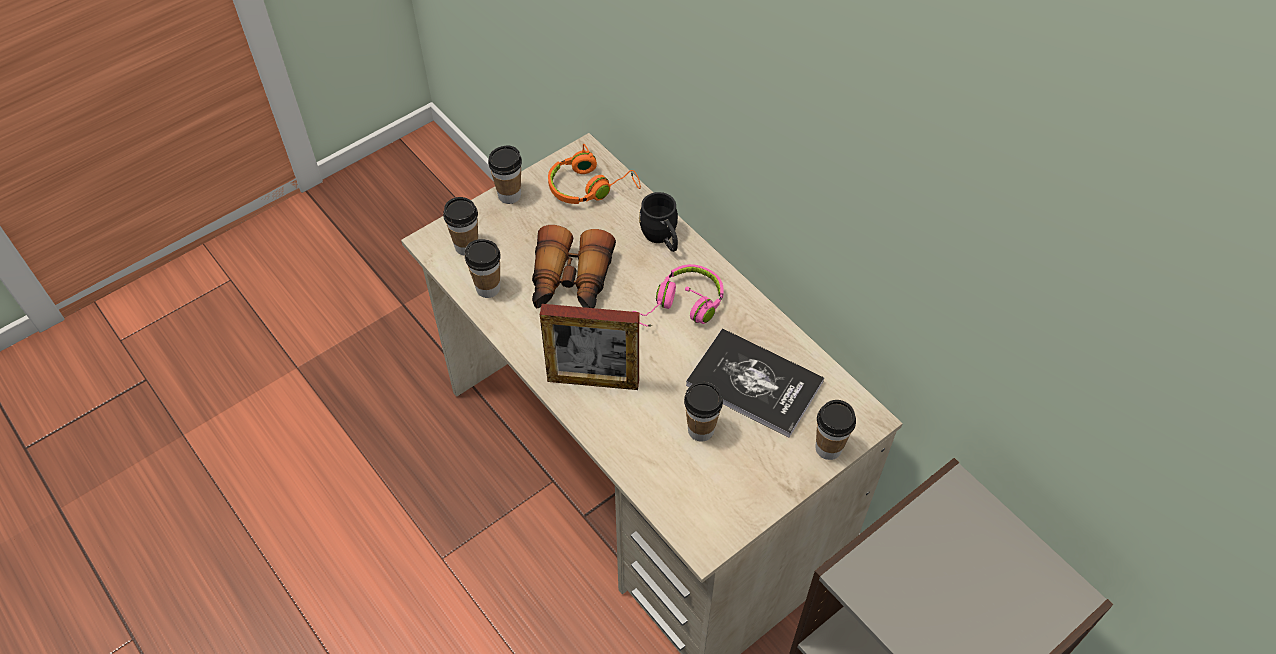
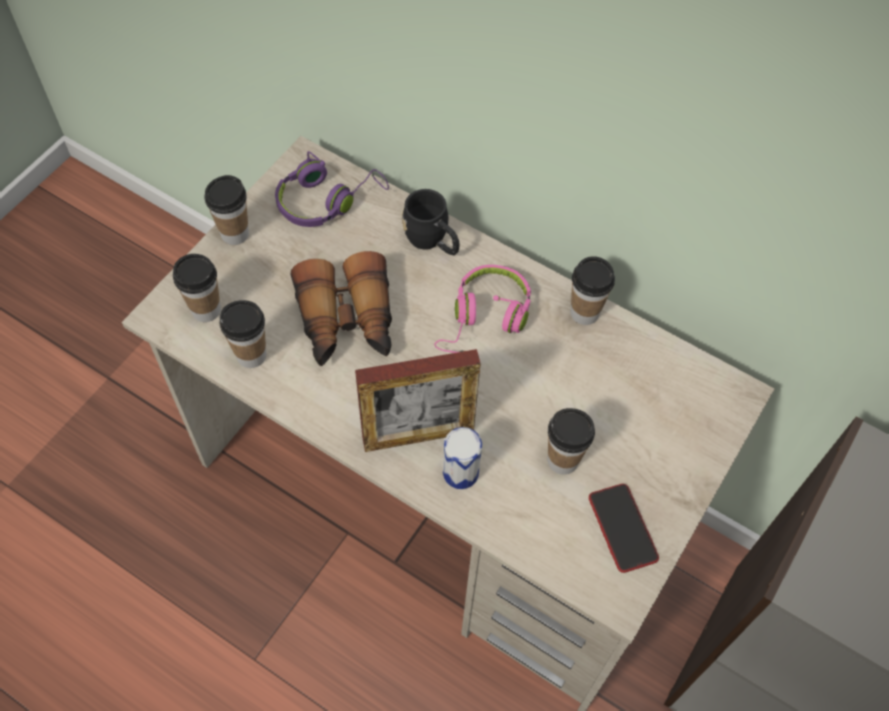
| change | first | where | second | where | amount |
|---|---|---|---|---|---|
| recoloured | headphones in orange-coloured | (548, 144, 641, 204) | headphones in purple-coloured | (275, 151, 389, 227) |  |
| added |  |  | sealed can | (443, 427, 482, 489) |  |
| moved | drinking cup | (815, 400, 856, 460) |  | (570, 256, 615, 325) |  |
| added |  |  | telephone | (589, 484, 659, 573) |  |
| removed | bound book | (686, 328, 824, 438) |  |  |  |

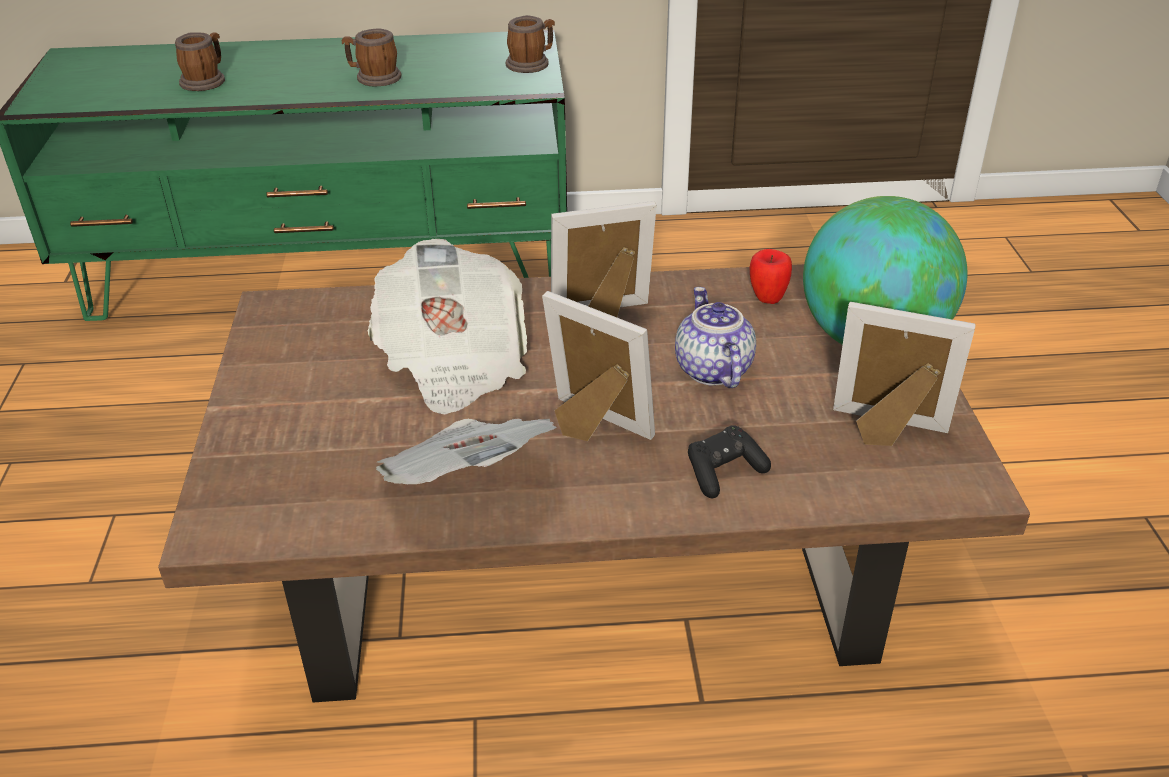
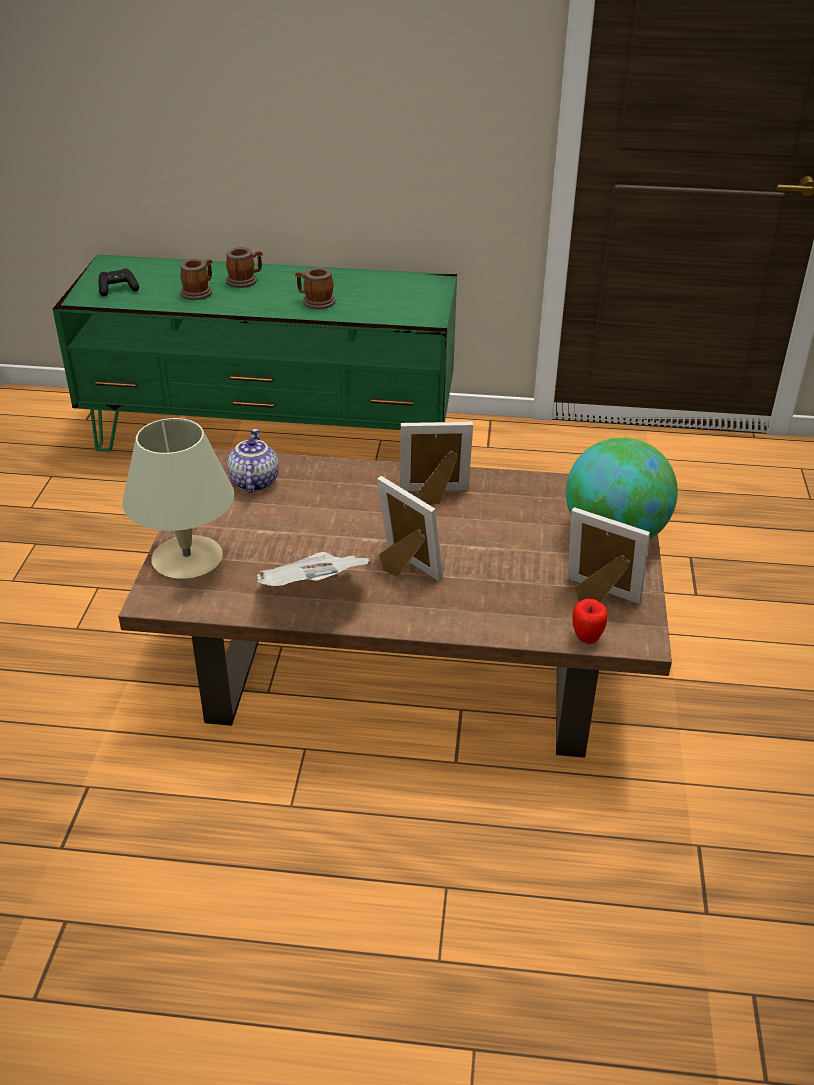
| change | first | where | second | where | amount |
|---|---|---|---|---|---|
| moved | joypad in black-coloured | (688, 425, 771, 498) |  | (99, 268, 139, 296) |  |
| added |  |  | tabletop lamp in sand-coloured | (123, 418, 234, 581) |  |
| moved | coffee mug | (506, 15, 555, 73) |  | (226, 247, 263, 288) |  |
| moved | teapot | (675, 287, 756, 388) |  | (227, 429, 279, 493) |  |
| moved | apple fruit | (750, 249, 792, 304) |  | (572, 599, 608, 644) |  |
| removed | printed paper | (367, 239, 527, 415) |  |  |  |

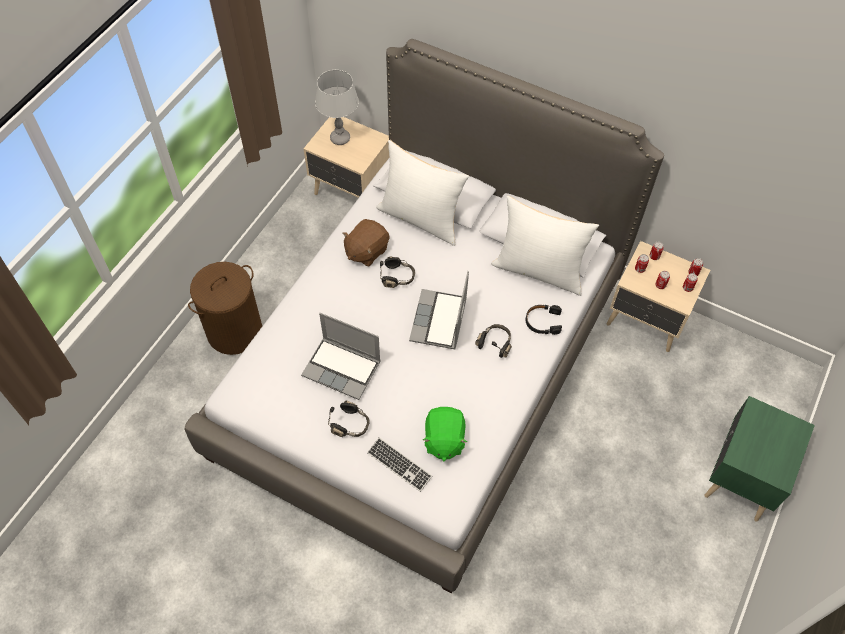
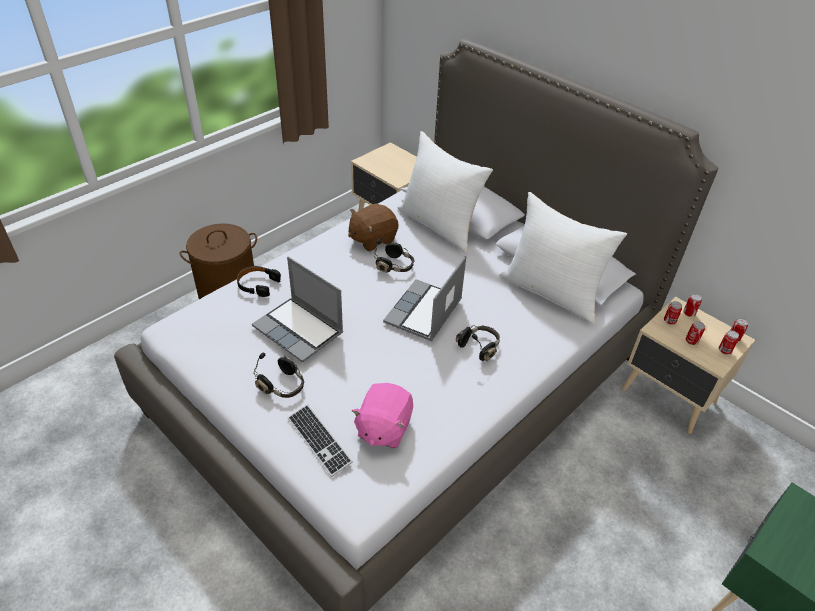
| change | first | where | second | where | amount |
|---|---|---|---|---|---|
| moved | headphones in black-coloured | (526, 305, 562, 335) |  | (237, 266, 281, 297) |  |
| recoloured | cuddly toy in green | (423, 407, 467, 461) | cuddly toy in pink-coloured | (352, 383, 413, 448) |  |
| removed | tabletop lamp in greyish | (315, 70, 359, 145) |  |  |  |

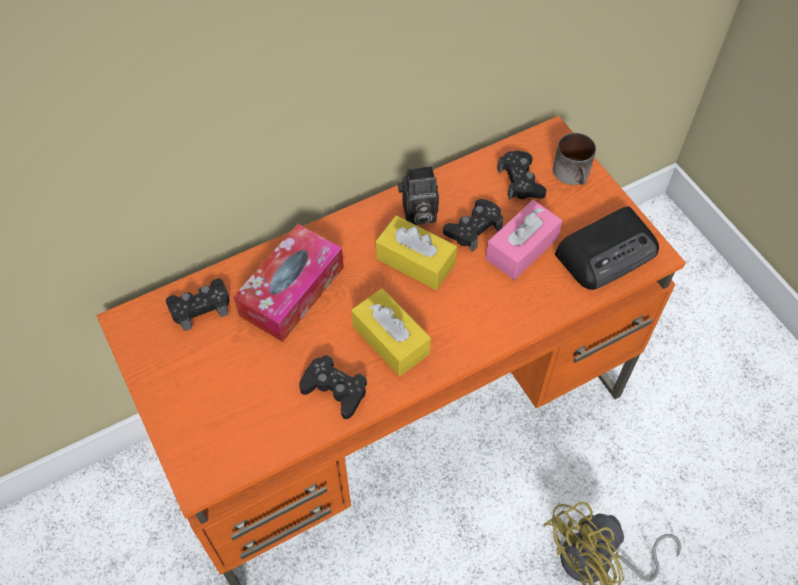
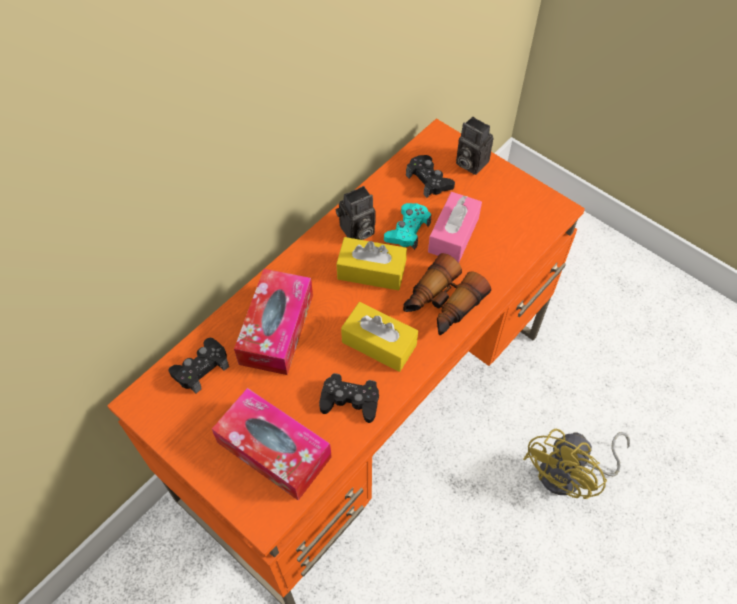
| change | first | where | second | where | amount |
|---|---|---|---|---|---|
| added |  |  | tissue box | (212, 388, 332, 500) |  |
| recoloured | joypad in black-coloured | (443, 199, 503, 252) | joypad in turquoise-coloured | (384, 203, 431, 250) |  |
| added |  |  | pair of binoculars | (403, 253, 491, 335) |  |
| replaced | coffee mug | (553, 133, 596, 185) | photo camera | (456, 117, 493, 175) |  |
| removed | radio receiver | (555, 207, 659, 290) |  |  |  |

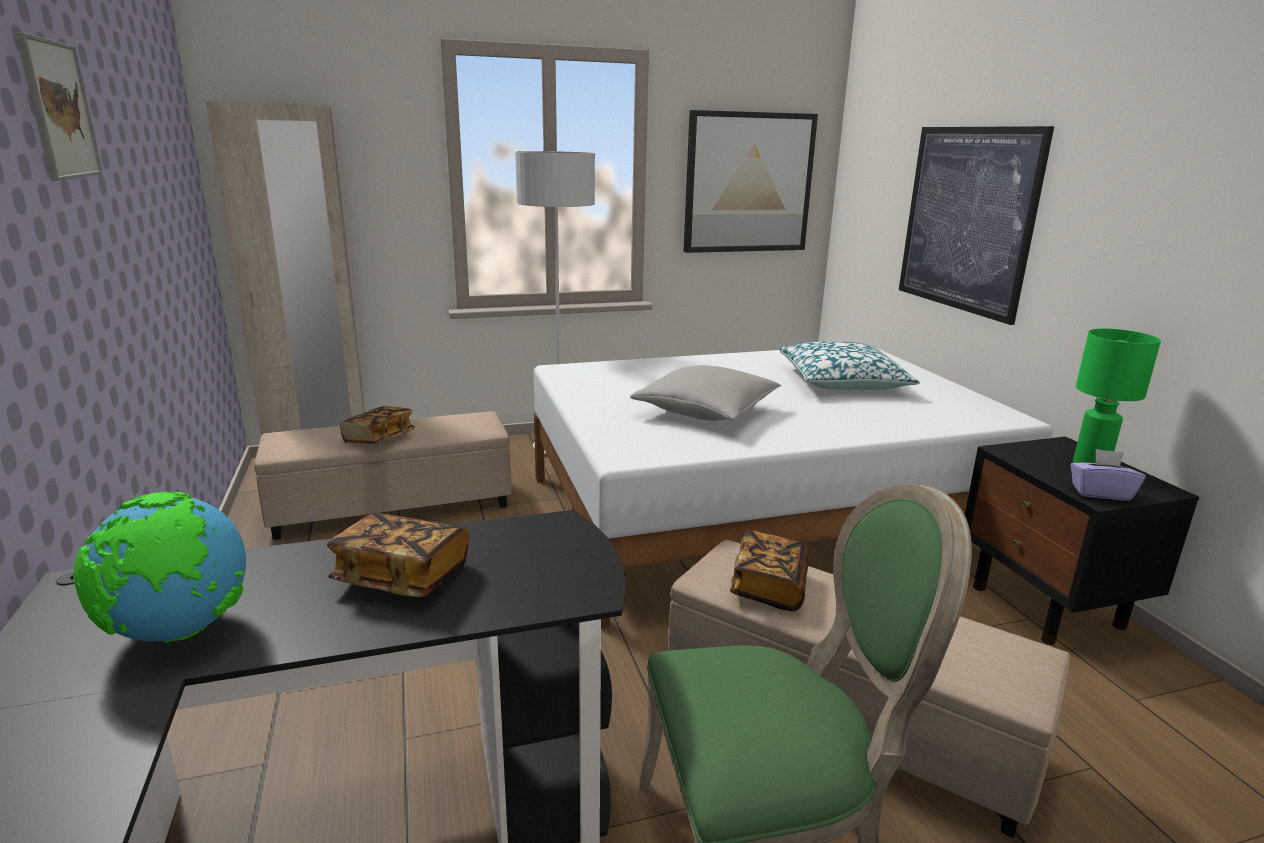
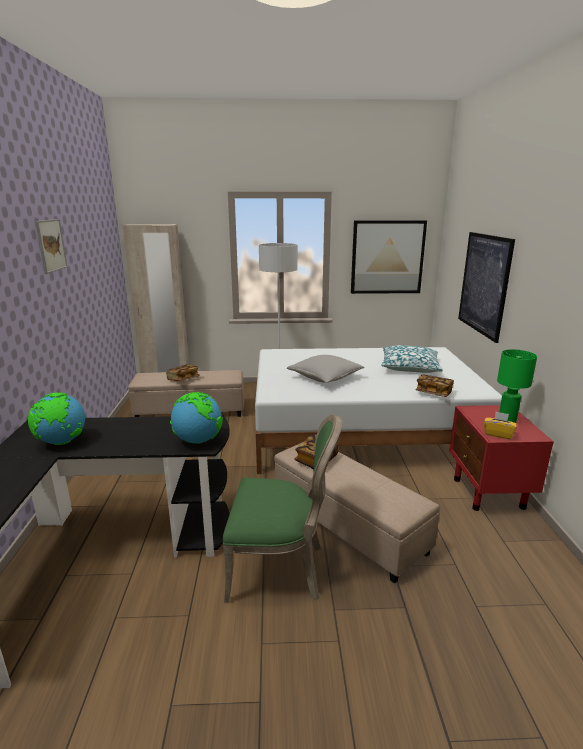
| change | first | where | second | where | amount |
|---|---|---|---|---|---|
| added |  |  | world globe | (170, 392, 223, 444) |  |
| moved | bound book | (327, 513, 469, 597) |  | (415, 375, 454, 397) |  |
| recoloured | night table in black-coloured | (965, 437, 1199, 645) | night table in reddish | (449, 405, 554, 511) |  |
| recoloured | tissue box in purple-coloured | (1070, 449, 1146, 501) | tissue box in yellowish | (484, 411, 516, 439) |  |

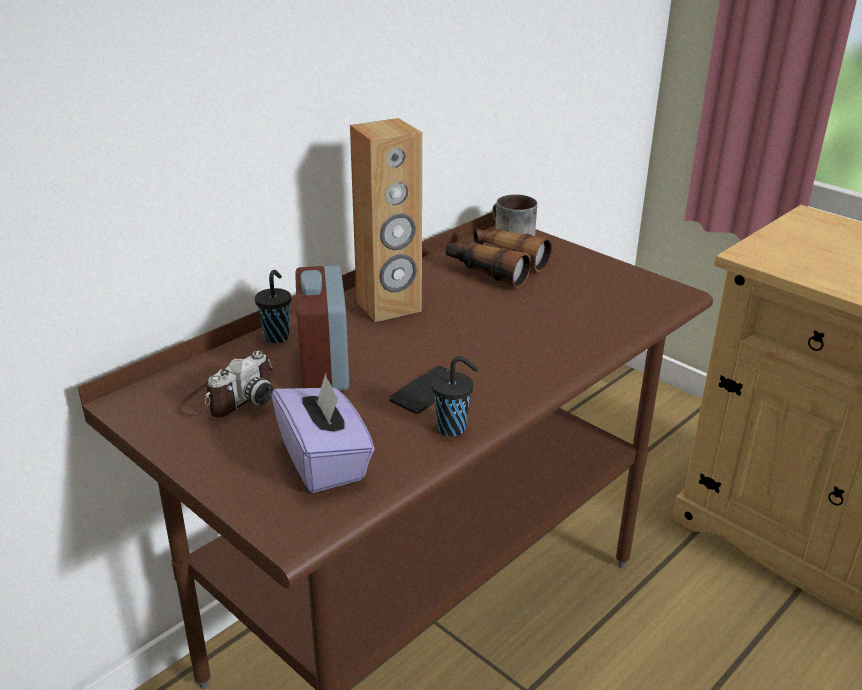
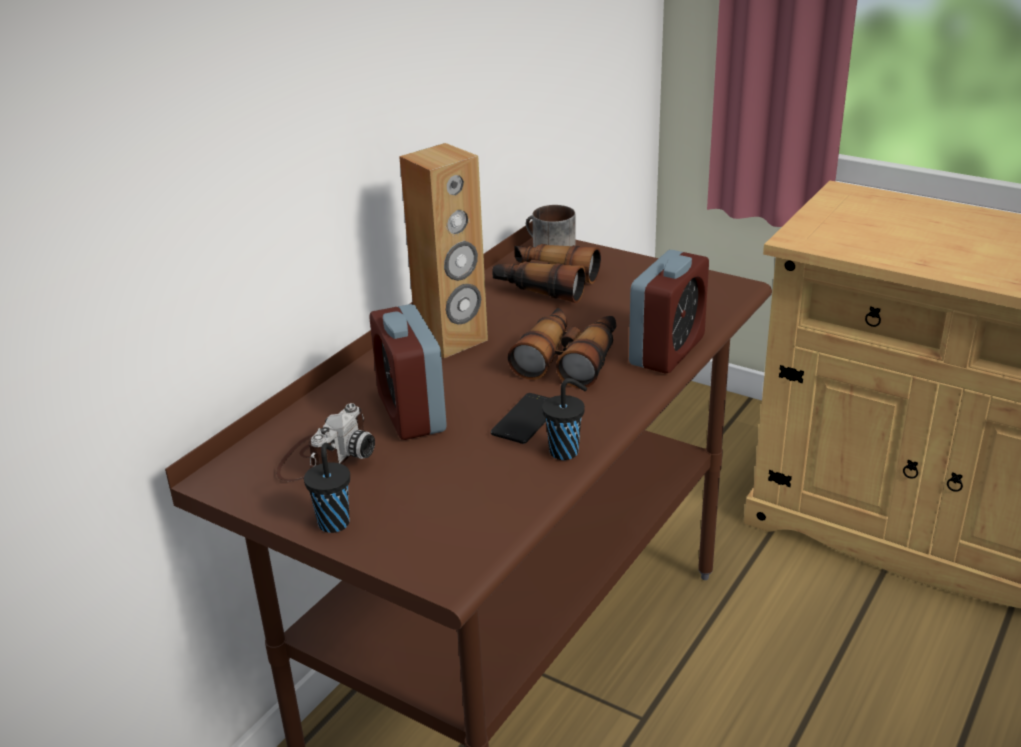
| change | first | where | second | where | amount |
|---|---|---|---|---|---|
| moved | drinking cup in black-coloured | (255, 270, 291, 343) |  | (304, 442, 350, 533) |  |
| added |  |  | pair of binoculars | (508, 308, 617, 388) |  |
| added |  |  | alarm clock | (629, 250, 709, 374) |  |
| removed | tissue box in purple-coloured | (271, 373, 375, 493) |  |  |  |

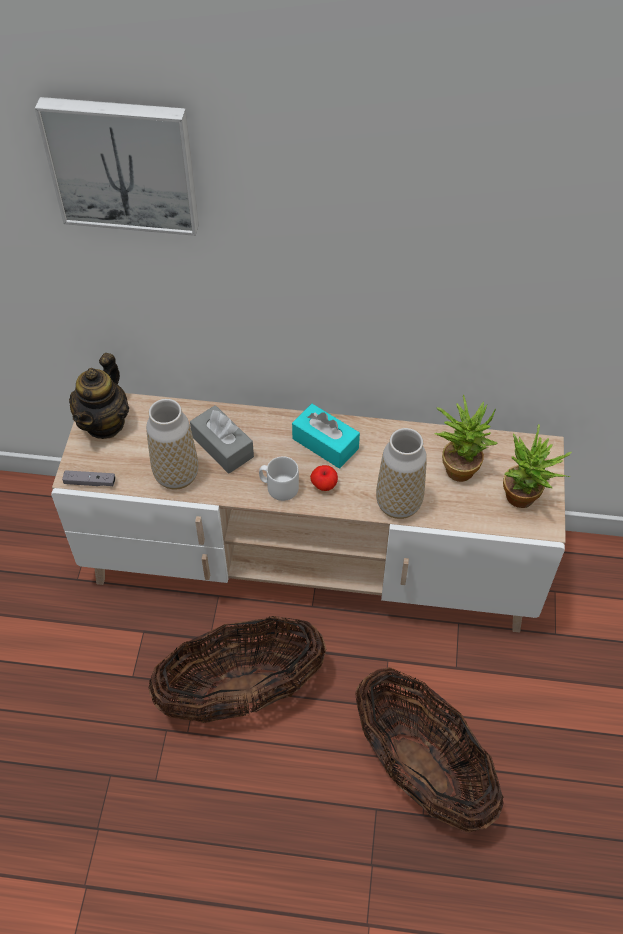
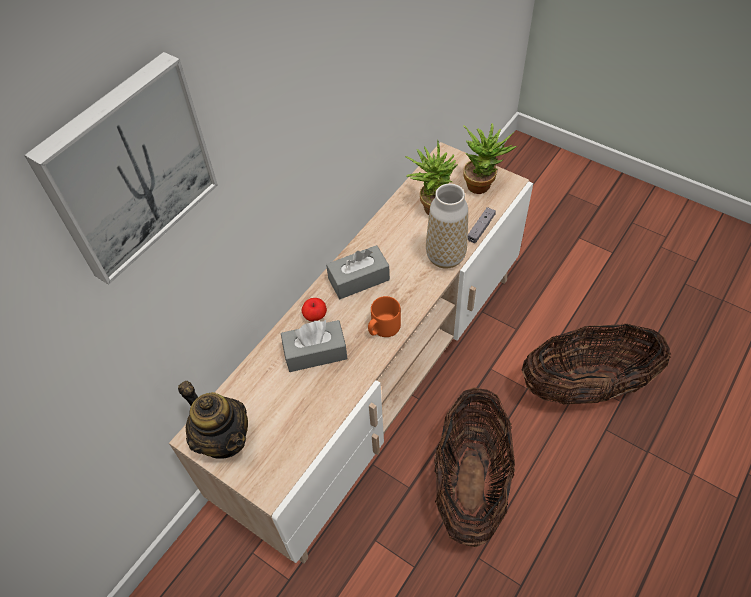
| change | first | where | second | where | amount |
|---|---|---|---|---|---|
| moved | apple fruit | (310, 465, 338, 491) |  | (302, 298, 327, 322) |  |
| recoloured | tissue box in turquoise-coloured | (292, 404, 360, 468) | tissue box in greyish | (326, 245, 390, 299) |  |
| recoloured | coffee mug in whitish | (259, 456, 299, 501) | coffee mug in orange-coloured | (368, 296, 401, 337) |  |
| moved | joypad in greyish | (62, 470, 115, 486) |  | (468, 207, 496, 243) |  |
| removed | flower vase | (146, 399, 198, 490) |  |  |  |

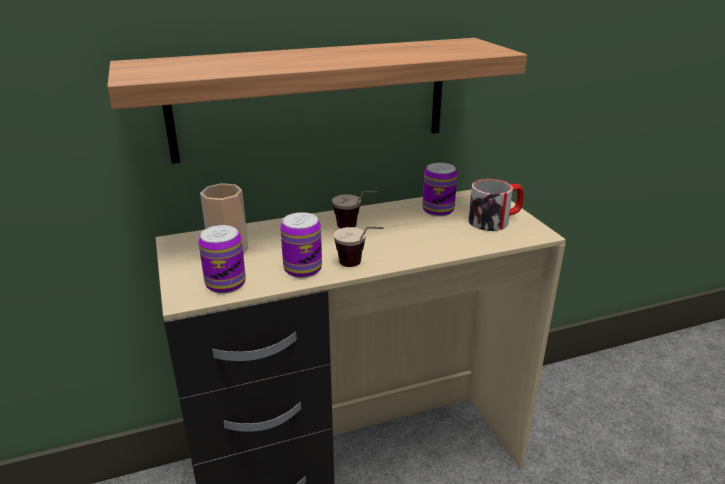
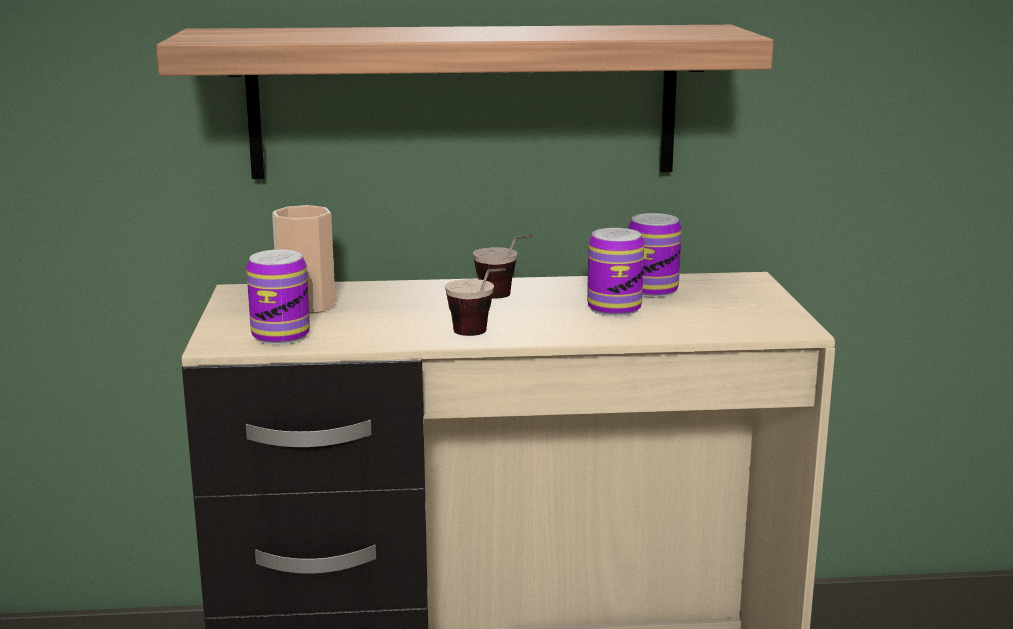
| change | first | where | second | where | amount |
|---|---|---|---|---|---|
| moved | sealed can | (280, 212, 322, 278) |  | (587, 228, 644, 316) |  |
| removed | coffee mug | (469, 179, 524, 231) |  |  |  |

